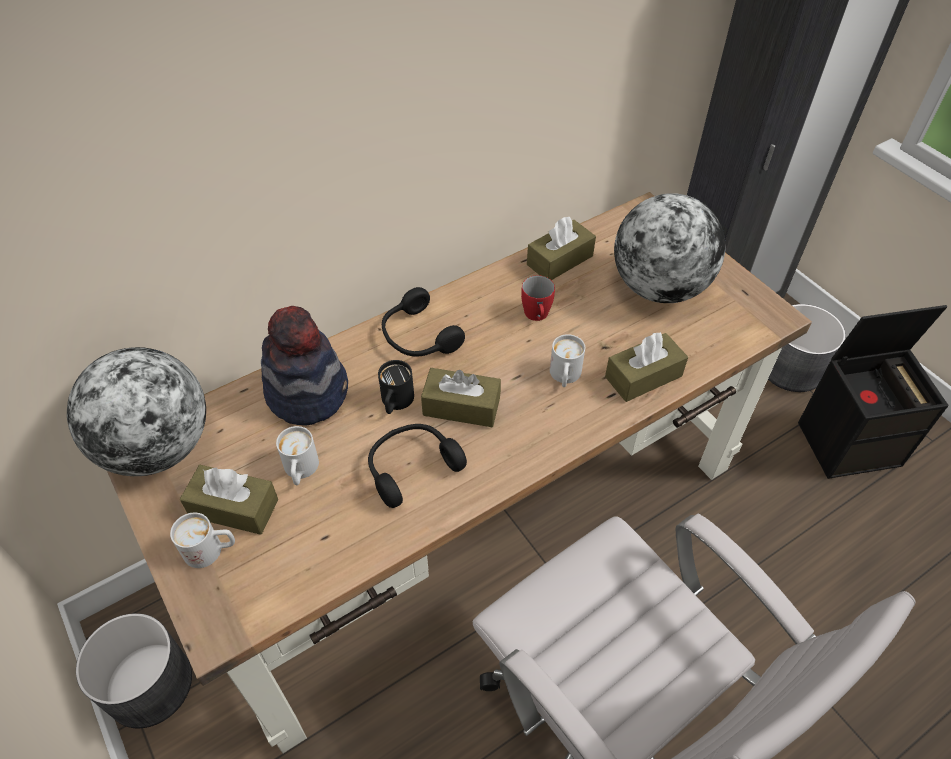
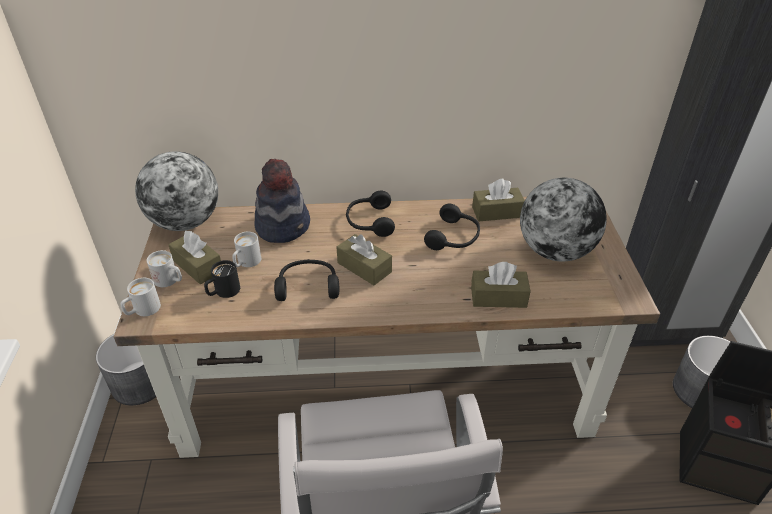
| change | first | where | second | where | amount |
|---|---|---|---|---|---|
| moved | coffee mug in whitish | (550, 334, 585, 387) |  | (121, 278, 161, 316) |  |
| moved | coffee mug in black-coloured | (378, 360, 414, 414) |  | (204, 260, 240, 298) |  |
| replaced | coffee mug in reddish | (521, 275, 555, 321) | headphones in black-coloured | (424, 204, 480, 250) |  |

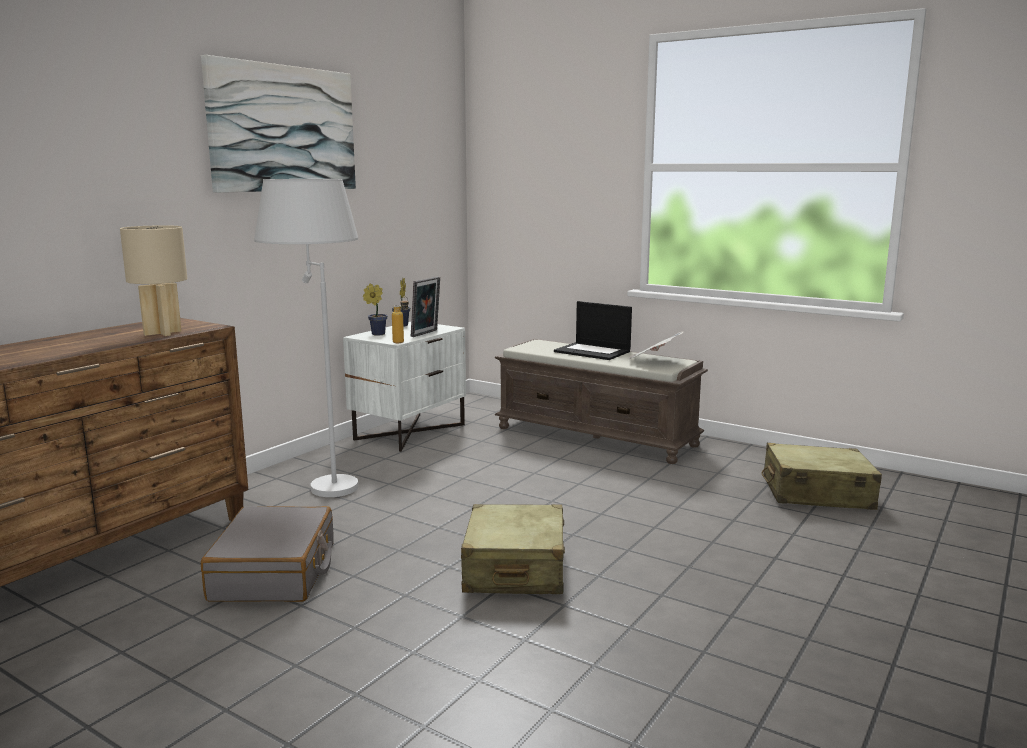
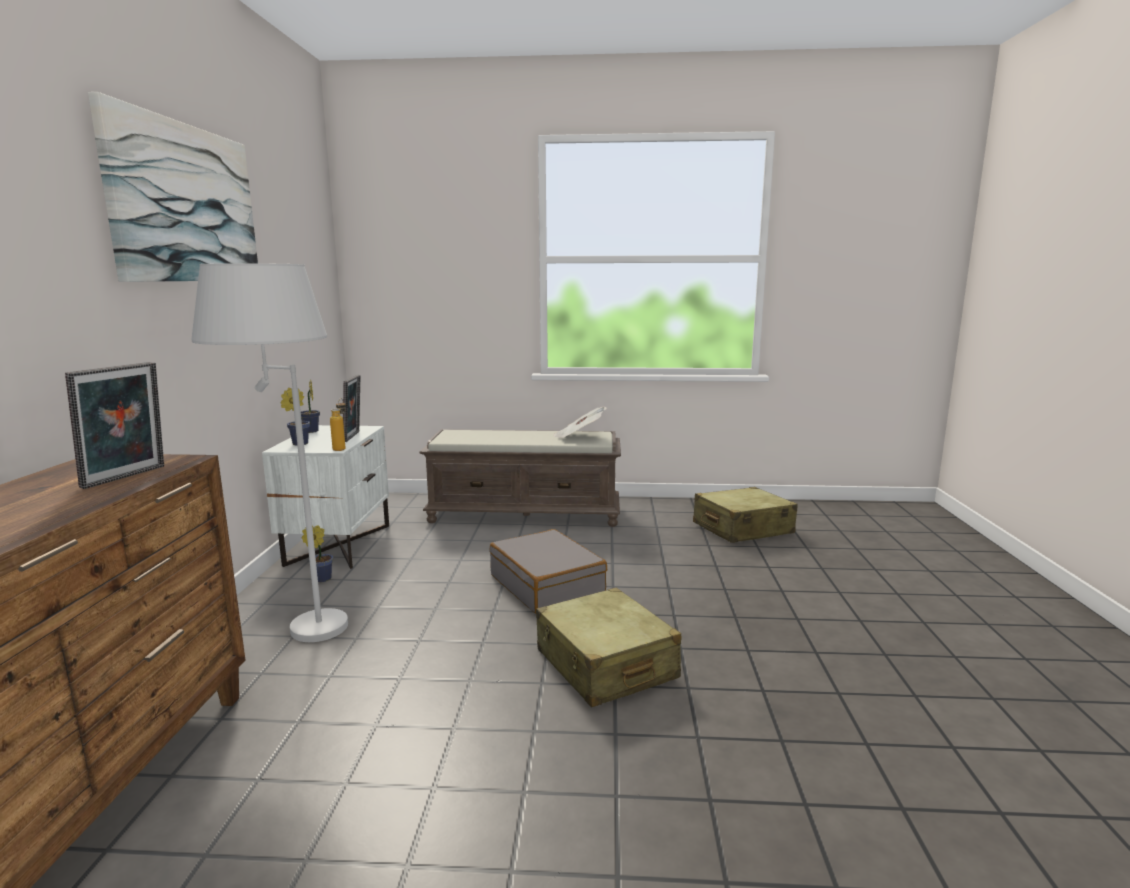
| change | first | where | second | where | amount |
|---|---|---|---|---|---|
| replaced | tabletop lamp in sand-coloured | (120, 225, 187, 336) | photo frame | (65, 362, 164, 489) |  |
| added |  |  | plant in a pot | (301, 525, 333, 582) |  |
| moved | piece of luggage in greyish | (201, 506, 334, 602) |  | (489, 529, 607, 614) |  |
| removed | laptop | (554, 301, 632, 360) |  |  |  |

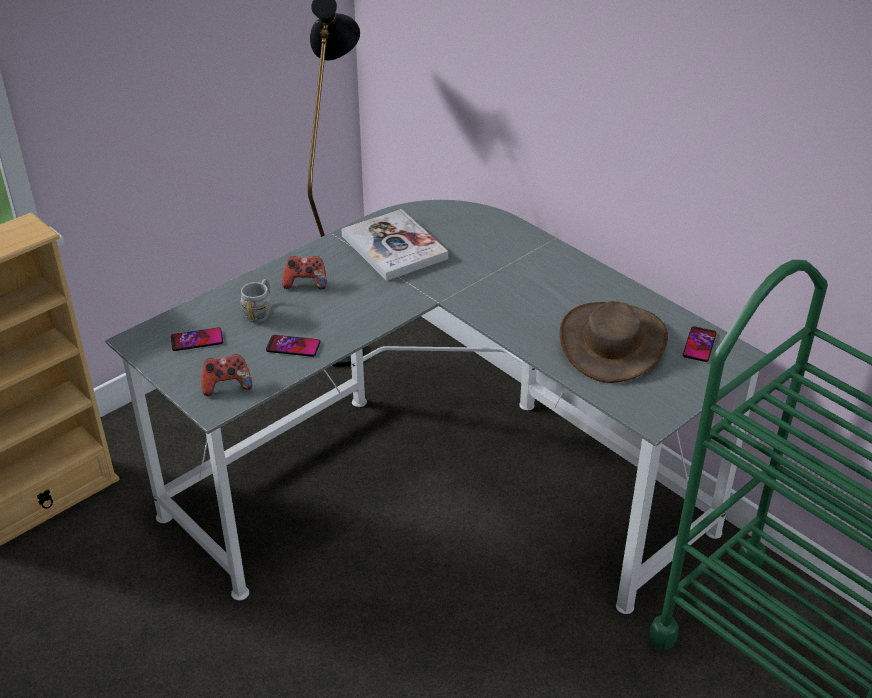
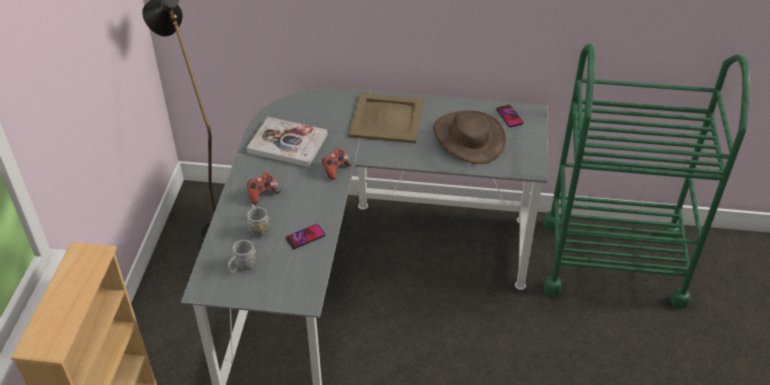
| change | first | where | second | where | amount |
|---|---|---|---|---|---|
| replaced | telephone | (171, 328, 223, 351) | coffee mug in greyish | (227, 240, 256, 273) |  |
| moved | joypad | (201, 354, 252, 396) |  | (322, 148, 352, 180) |  |
| added |  |  | serving tray in sand-coloured | (349, 93, 424, 144) |  |

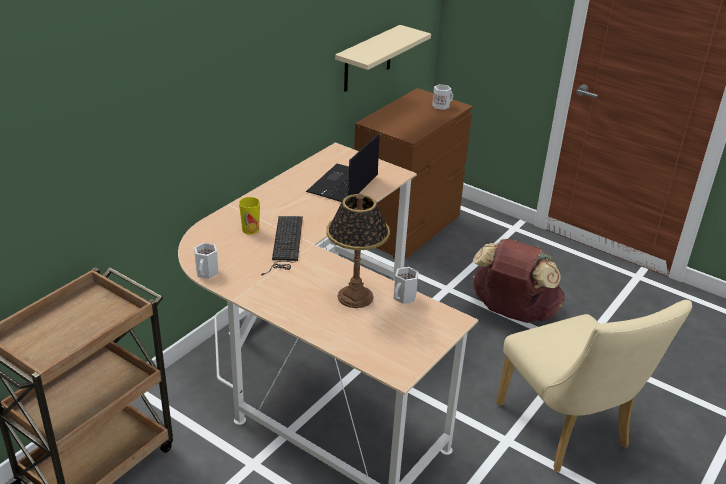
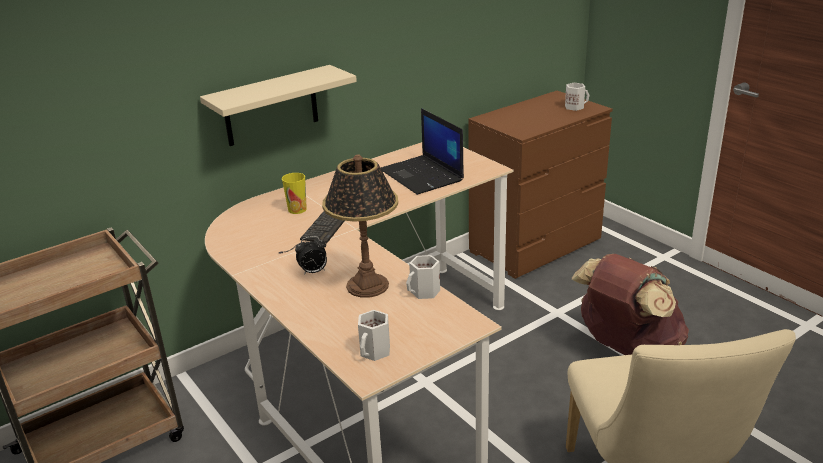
| change | first | where | second | where | amount |
|---|---|---|---|---|---|
| moved | wall shelf in sand-coloured | (335, 25, 431, 92) |  | (200, 65, 357, 146) |  |
| added |  |  | alarm clock | (295, 236, 327, 274) |  |
| moved | coffee mug in whitish | (194, 243, 219, 279) |  | (358, 310, 390, 361) |  |
| turned | laptop | (306, 133, 379, 202) |  | (381, 108, 464, 195) | 75 degrees counterclockwise |

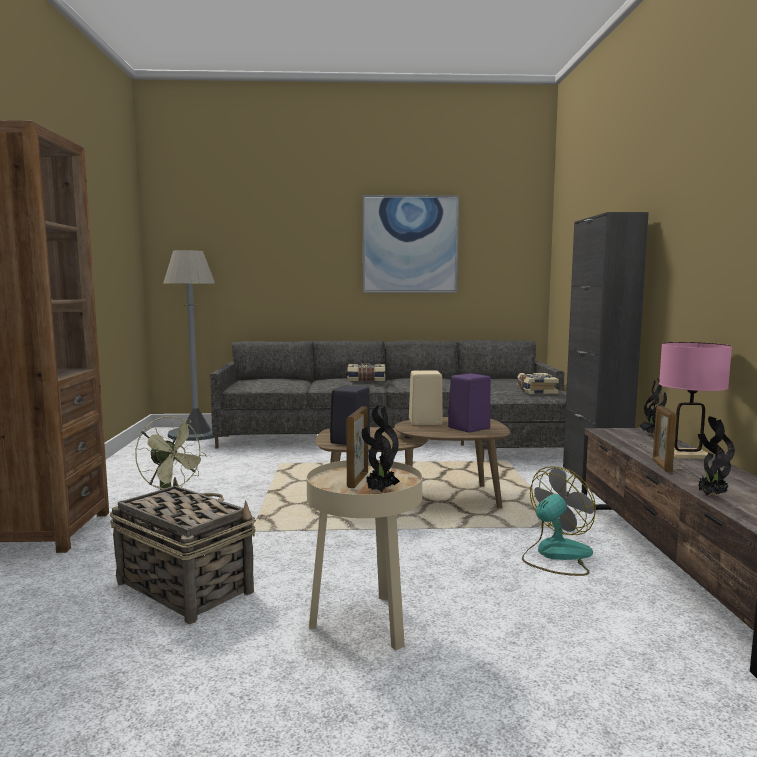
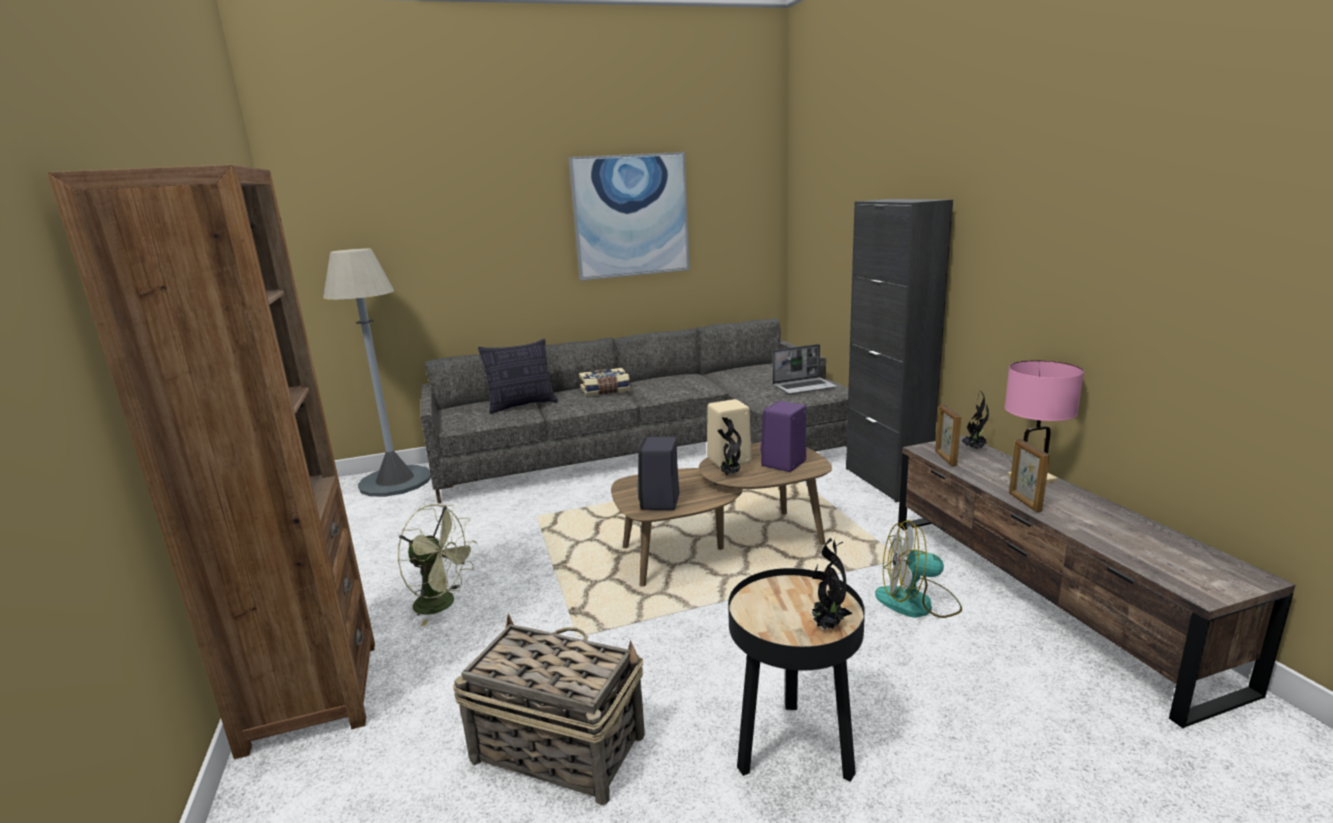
| change | first | where | second | where | amount |
|---|---|---|---|---|---|
| added |  |  | pillow | (478, 339, 558, 414) |  |
| moved | plant in a pot | (698, 416, 735, 496) |  | (718, 417, 741, 476) |  |
| recoloured | end table in sand-coloured | (307, 459, 422, 650) | end table in black-coloured | (728, 568, 865, 782) |  |
| replaced | bound book | (517, 373, 559, 394) | laptop | (772, 344, 837, 394) |  |
| turned | fan | (522, 466, 596, 576) |  | (875, 520, 962, 618) | 120 degrees counterclockwise |
| moved | photo frame | (347, 407, 368, 488) |  | (935, 404, 961, 466) |  |

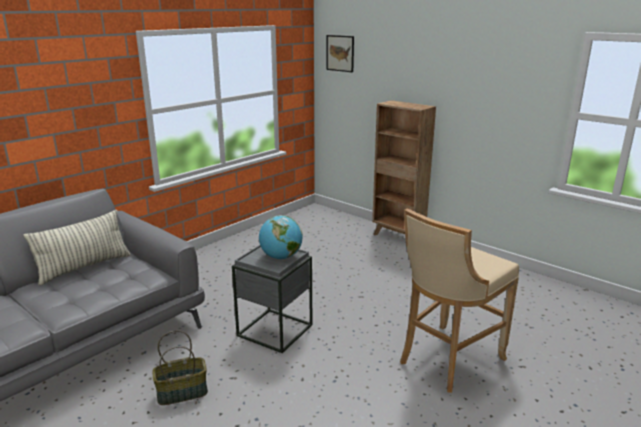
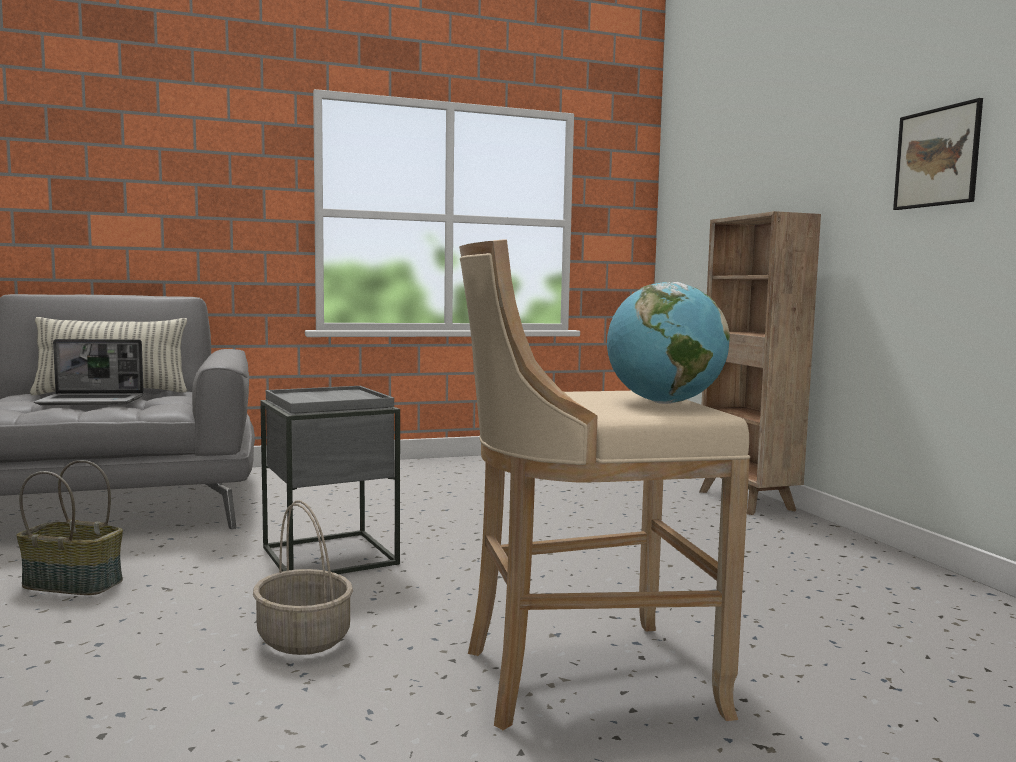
| change | first | where | second | where | amount |
|---|---|---|---|---|---|
| added |  |  | laptop | (34, 339, 144, 405) |  |
| added |  |  | storage basket | (253, 500, 353, 655) |  |
| moved | world globe | (259, 215, 302, 259) |  | (607, 282, 730, 404) |  |
| moved | wall picture | (326, 35, 354, 72) |  | (893, 98, 983, 210) |  |

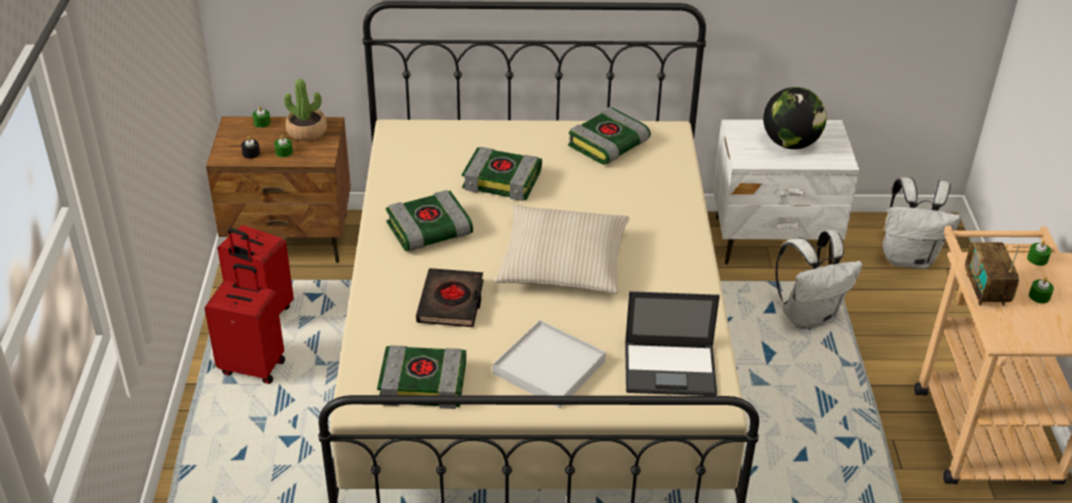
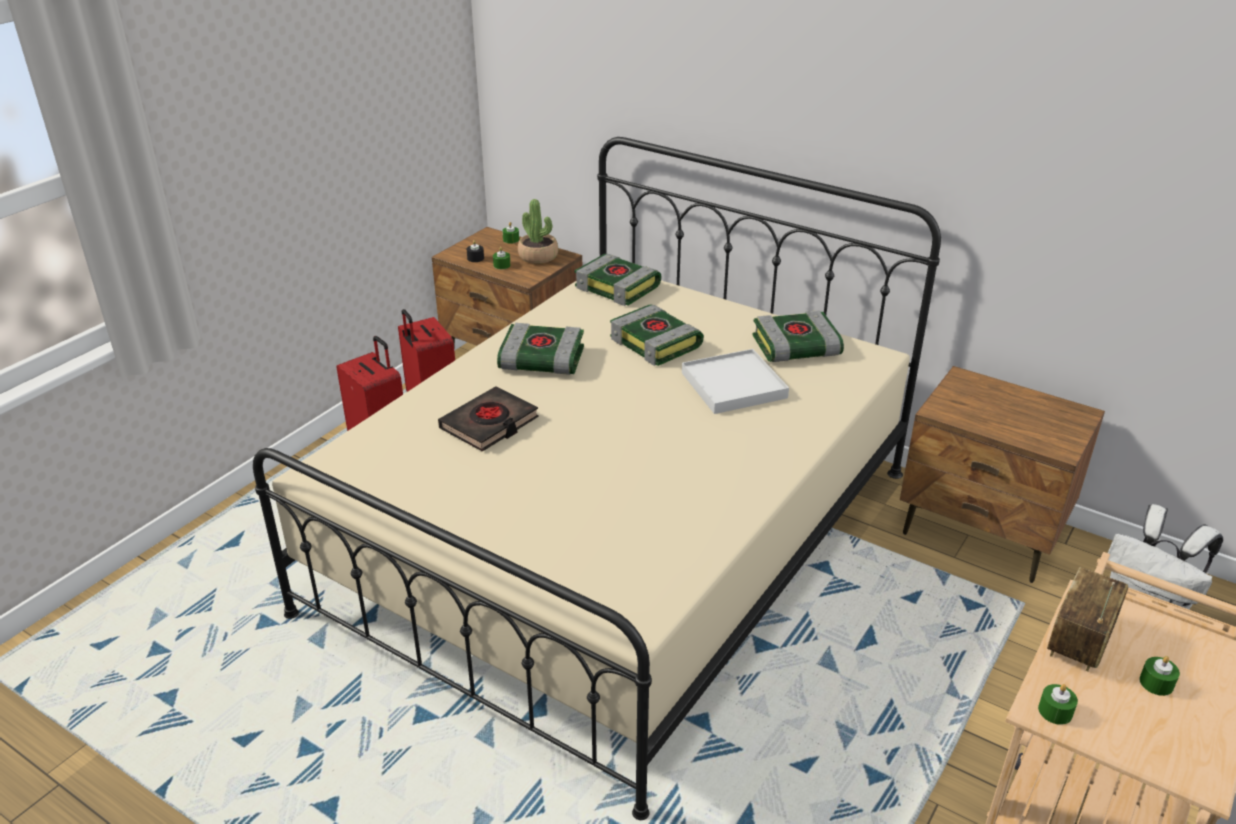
| change | first | where | second | where | amount |
|---|---|---|---|---|---|
| moved | bound book | (377, 345, 466, 409) |  | (575, 254, 661, 306) |  |
| moved | serving tray in whitish | (493, 320, 606, 408) |  | (682, 349, 789, 414) |  |
| recoloured | night table in whitish | (713, 119, 859, 265) | night table in brown-coloured | (900, 366, 1105, 583) |  |
| moved | wax candle in green | (1027, 240, 1051, 266) |  | (1038, 684, 1078, 725) |  |
| removed | pillow in sand-coloured | (494, 205, 629, 294) |  |  |  |
| removed | laptop | (625, 291, 720, 396) |  |  |  |
| removed | world globe | (763, 87, 827, 149) |  |  |  |
| removed | rucksack in whitish | (776, 230, 862, 329) |  |  |  |

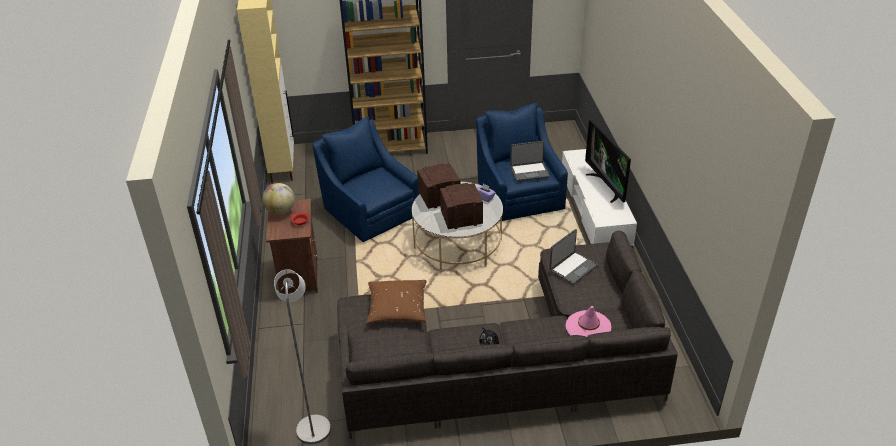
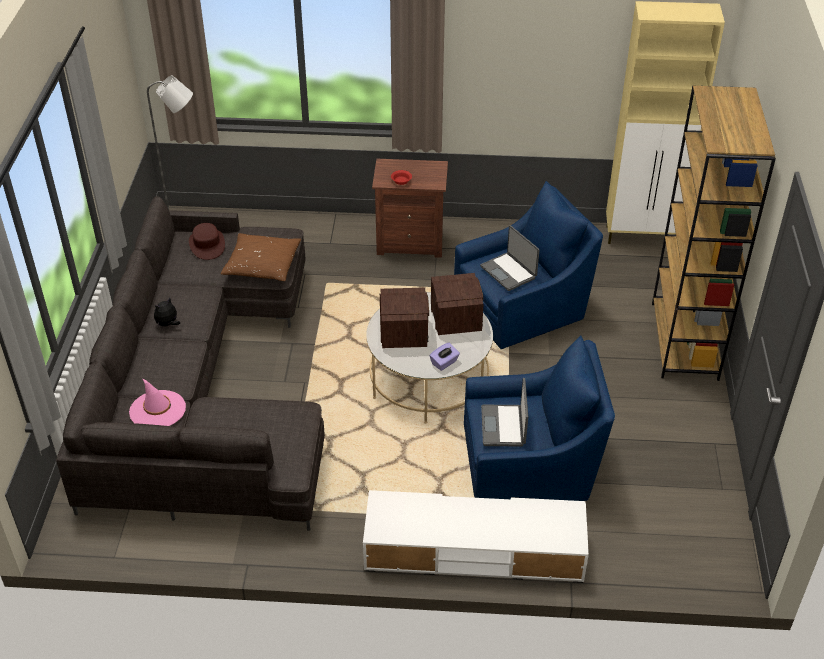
| change | first | where | second | where | amount |
|---|---|---|---|---|---|
| added |  |  | wearable hat in brown-coloured | (189, 223, 225, 260) |  |
| moved | laptop | (549, 229, 598, 285) |  | (480, 225, 539, 291) |  |
| removed | world globe | (262, 183, 295, 215) |  |  |  |
| removed | TV | (585, 119, 631, 203) |  |  |  |

